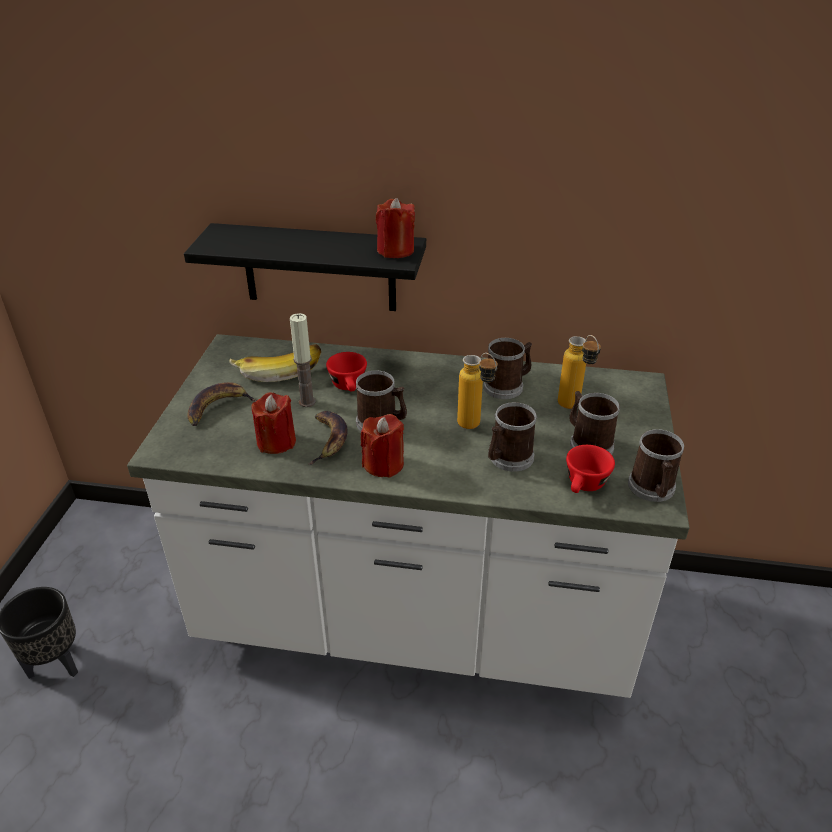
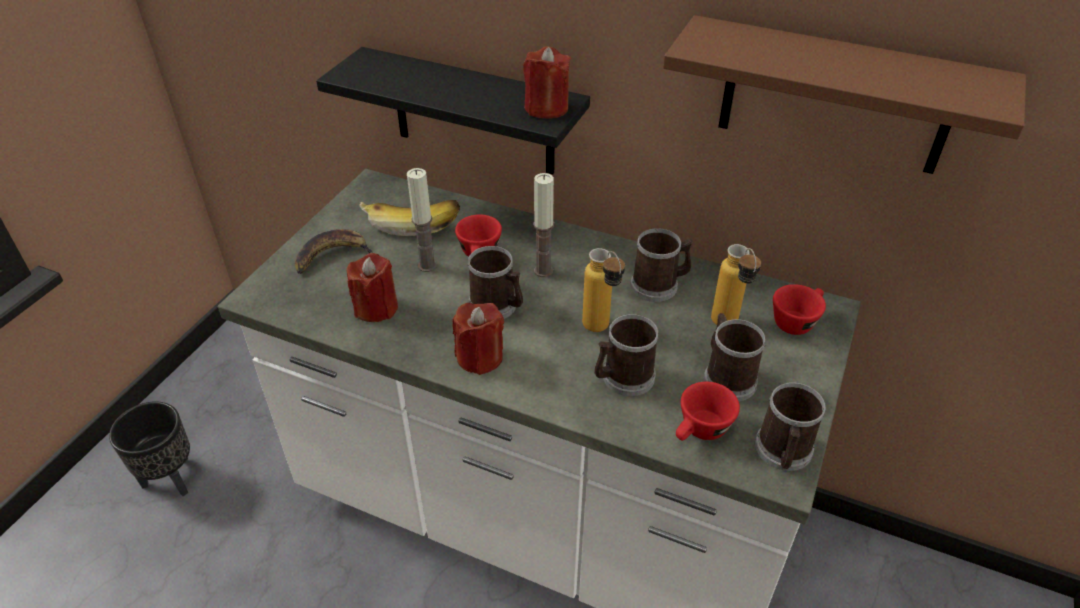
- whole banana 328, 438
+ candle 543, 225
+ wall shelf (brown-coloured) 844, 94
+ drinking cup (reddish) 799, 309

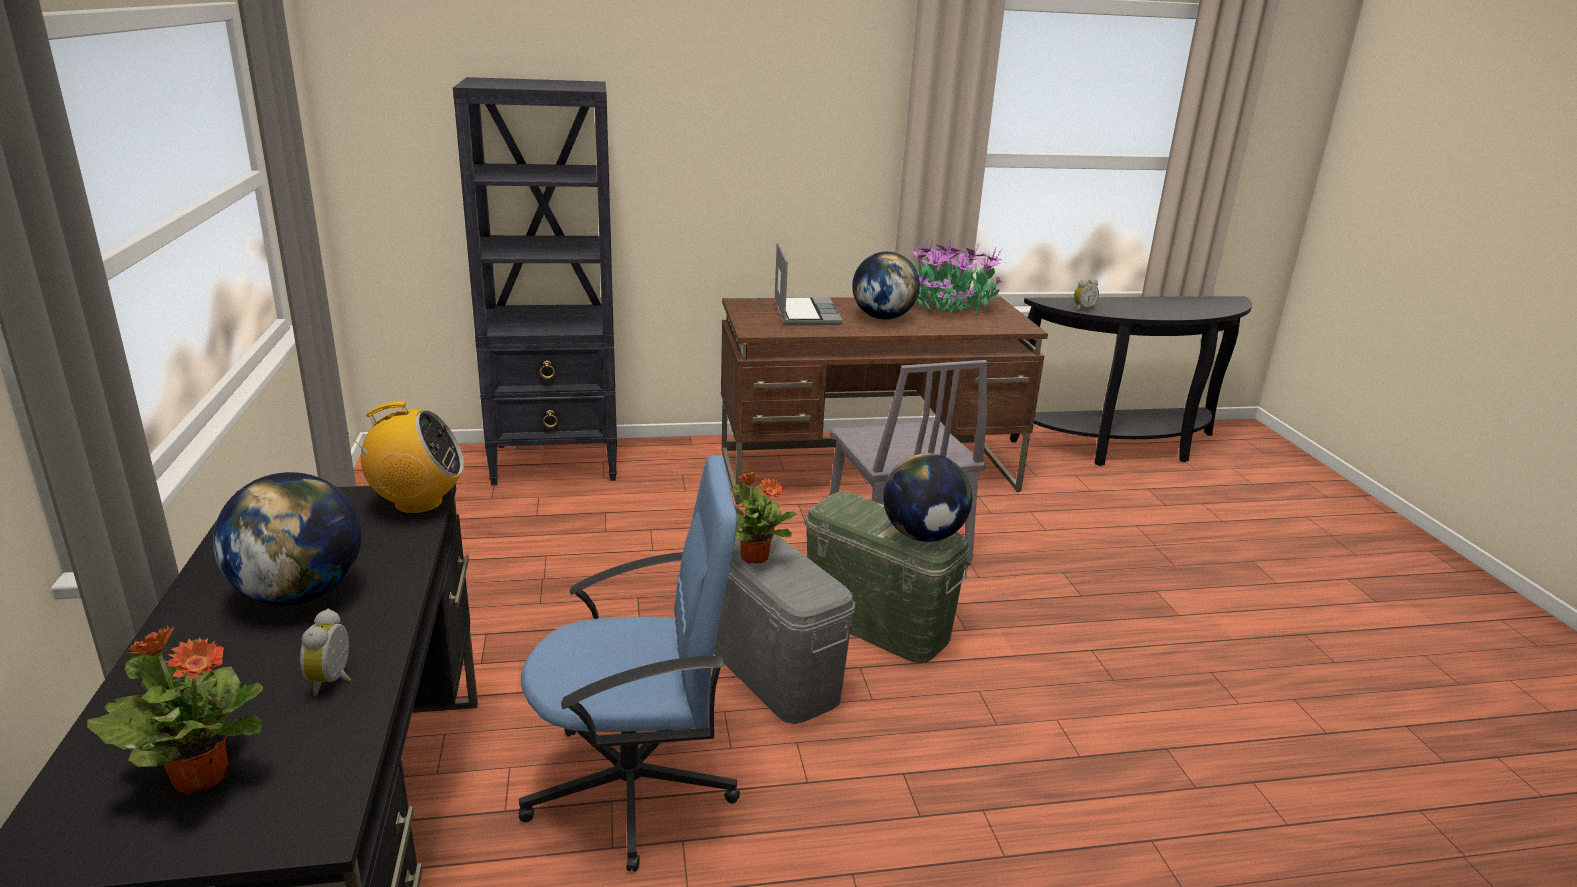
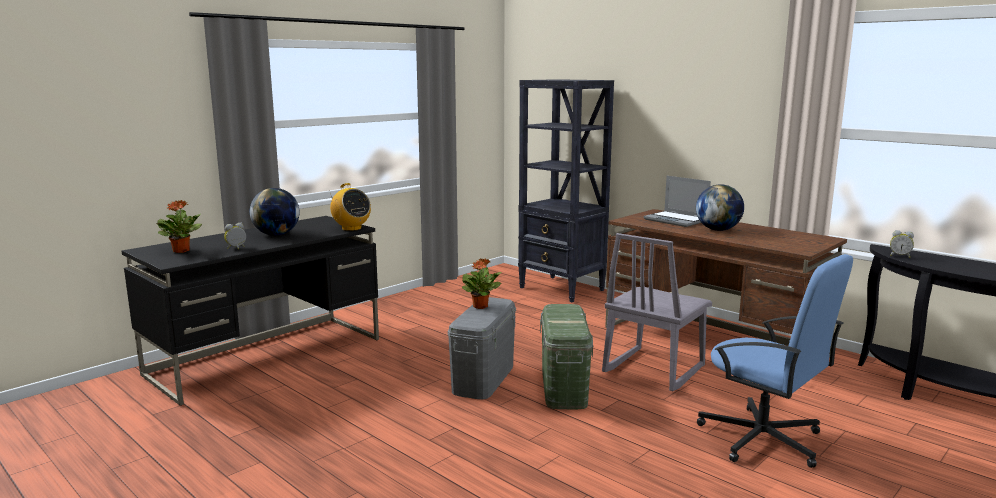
- world globe 927, 497
- potted plant 958, 277
~ computer chair (blue-coloured) 629, 663 to 775, 361
~ portable computer 808, 284 = 677, 201 90 degrees clockwise

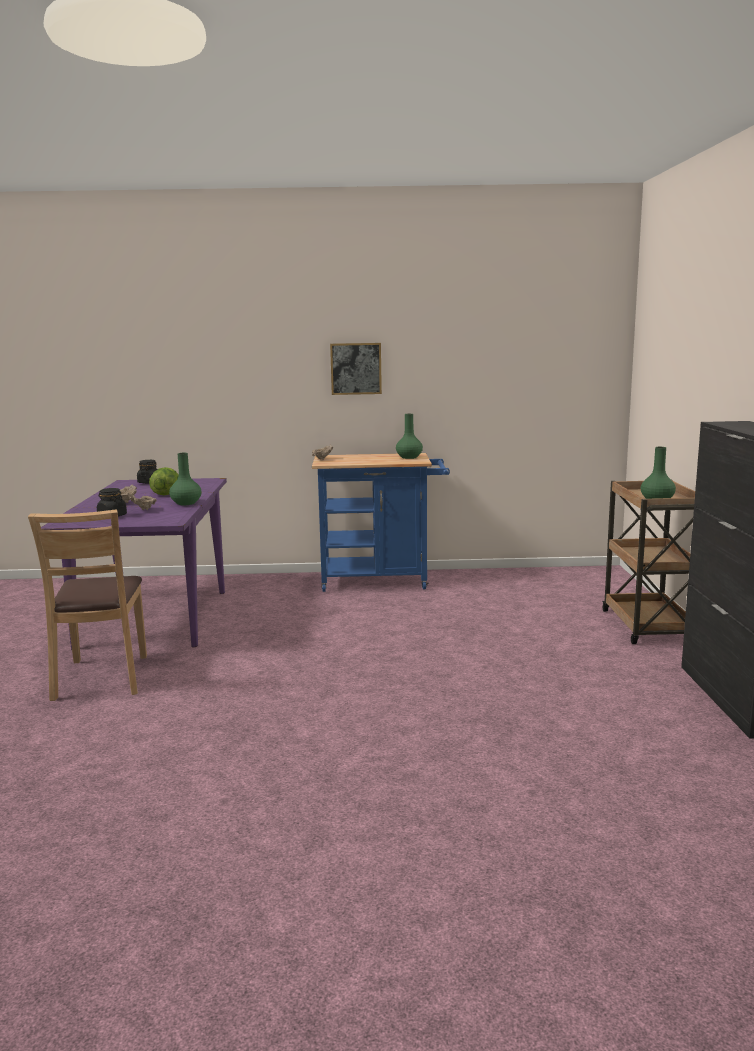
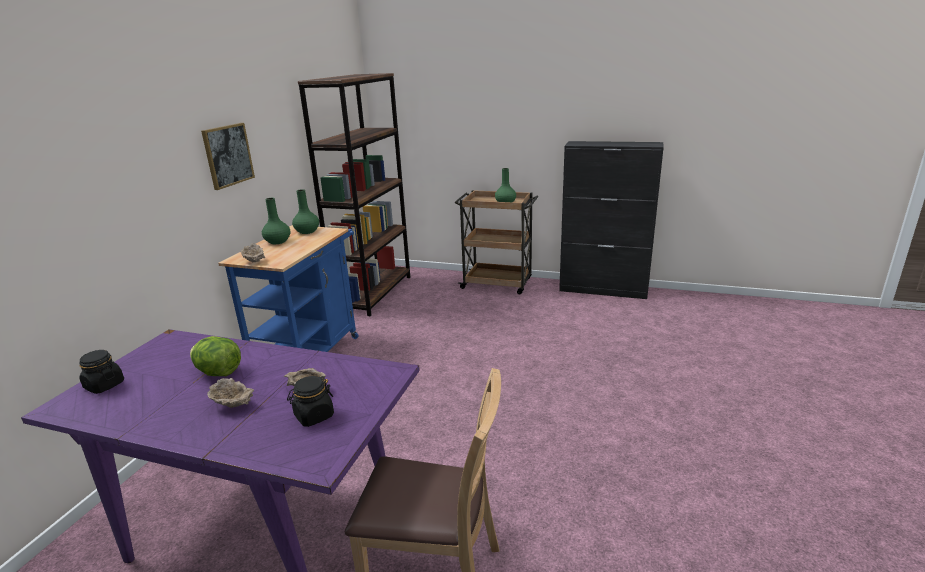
+ shelving unit (brown-coloured) 354, 194
~ vase (green-coloured) 185, 479 to 276, 221

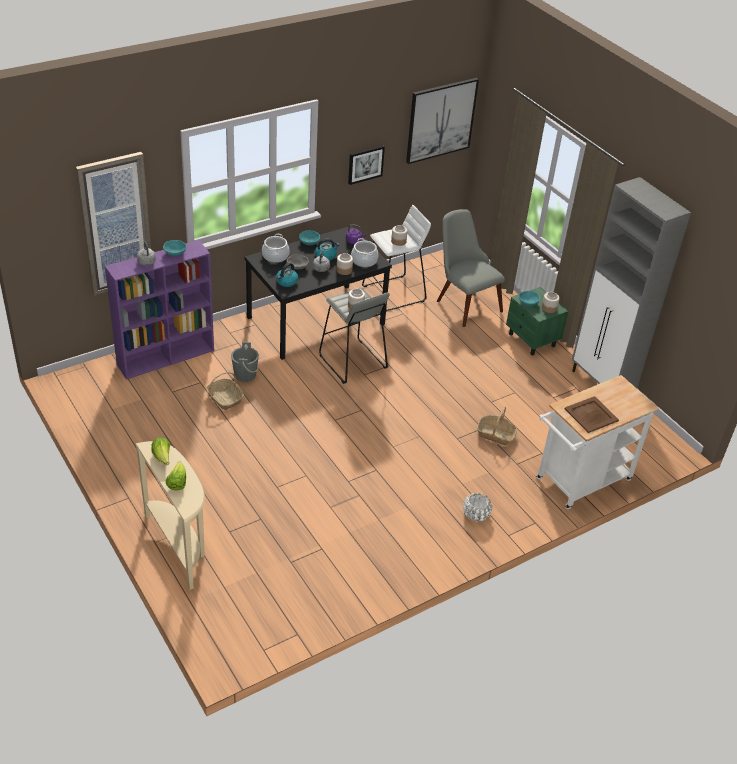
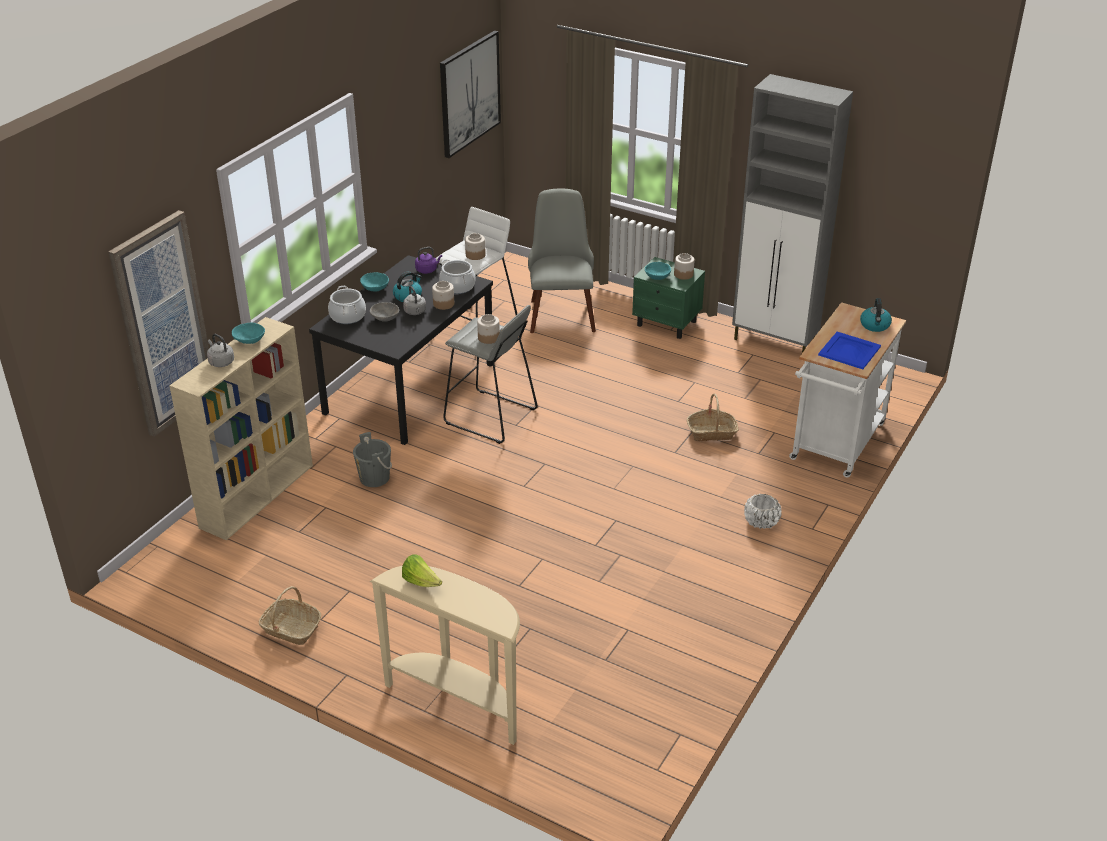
- head of lettuce 176, 475
- wall picture 366, 165
~ household basket 225, 391 to 290, 615
~ kettle 287, 275 to 876, 315
~ shelving unit (purplish) 159, 310 to shelving unit (beige) 241, 428
~ carrying tray (brown-coloured) 591, 414 to carrying tray (blue-coloured) 849, 350
~ chair (greyish) 471, 268 = 562, 260 60 degrees clockwise

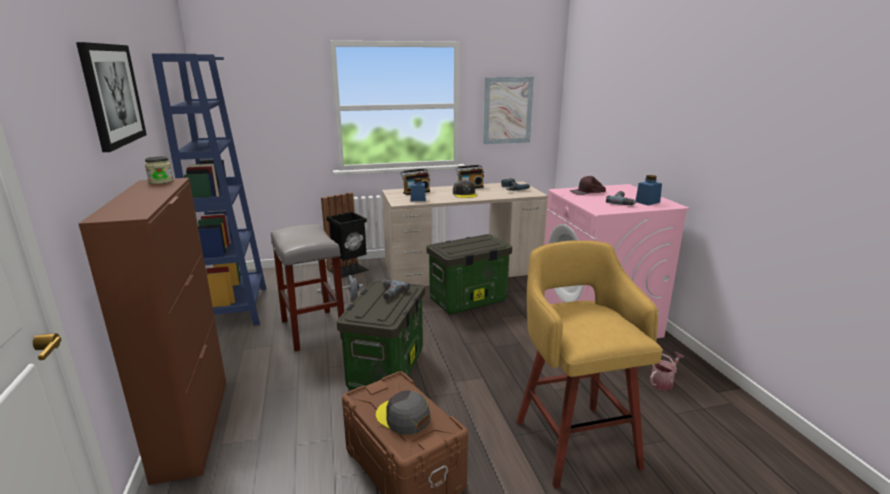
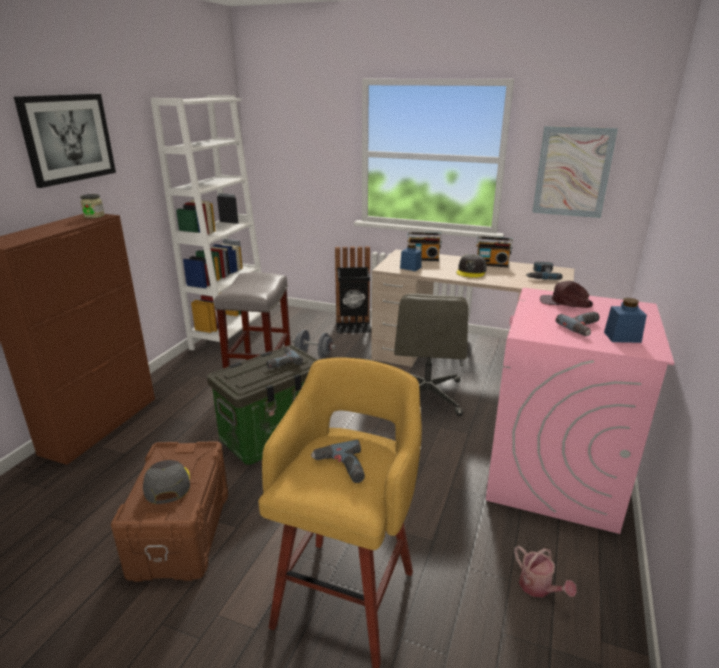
+ drill 338, 461
~ storage bin 469, 274 to computer chair (greyish) 431, 355
~ shelving unit (blue-coloured) 209, 190 to shelving unit (whitish) 206, 222
~ watering can 666, 371 = 545, 571 60 degrees clockwise

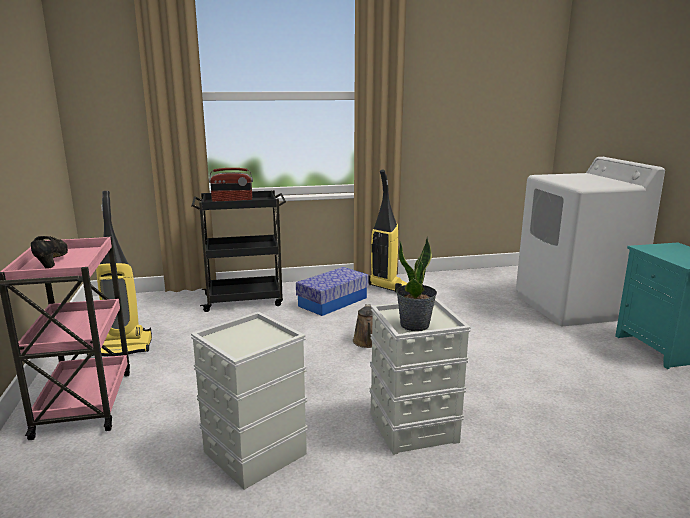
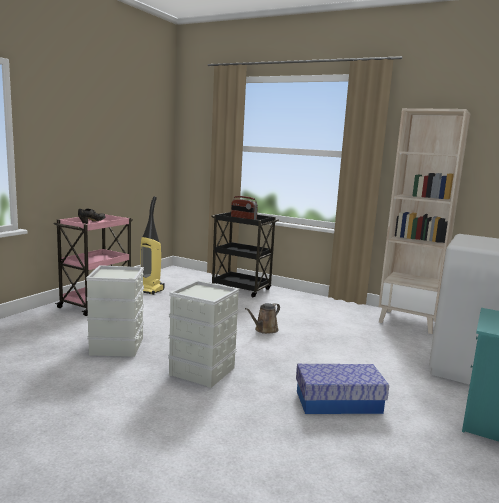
- vacuum 387, 231
- potted plant 416, 283
+ shelving unit (beige) 424, 221
~ storage bin 332, 291 to 342, 389

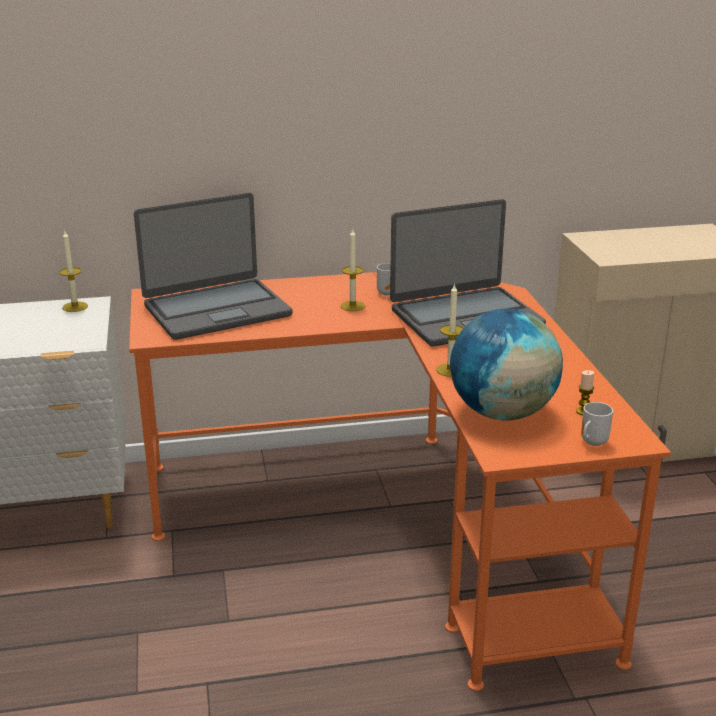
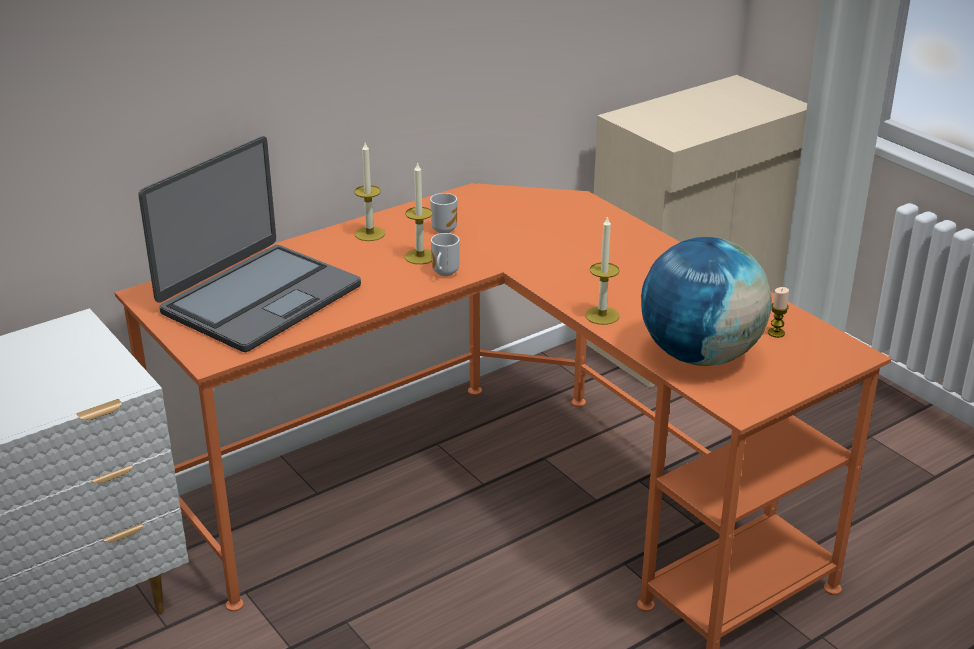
- portable computer 468, 272
~ candle 73, 271 to 369, 192
~ coffee mug 597, 424 to 445, 254

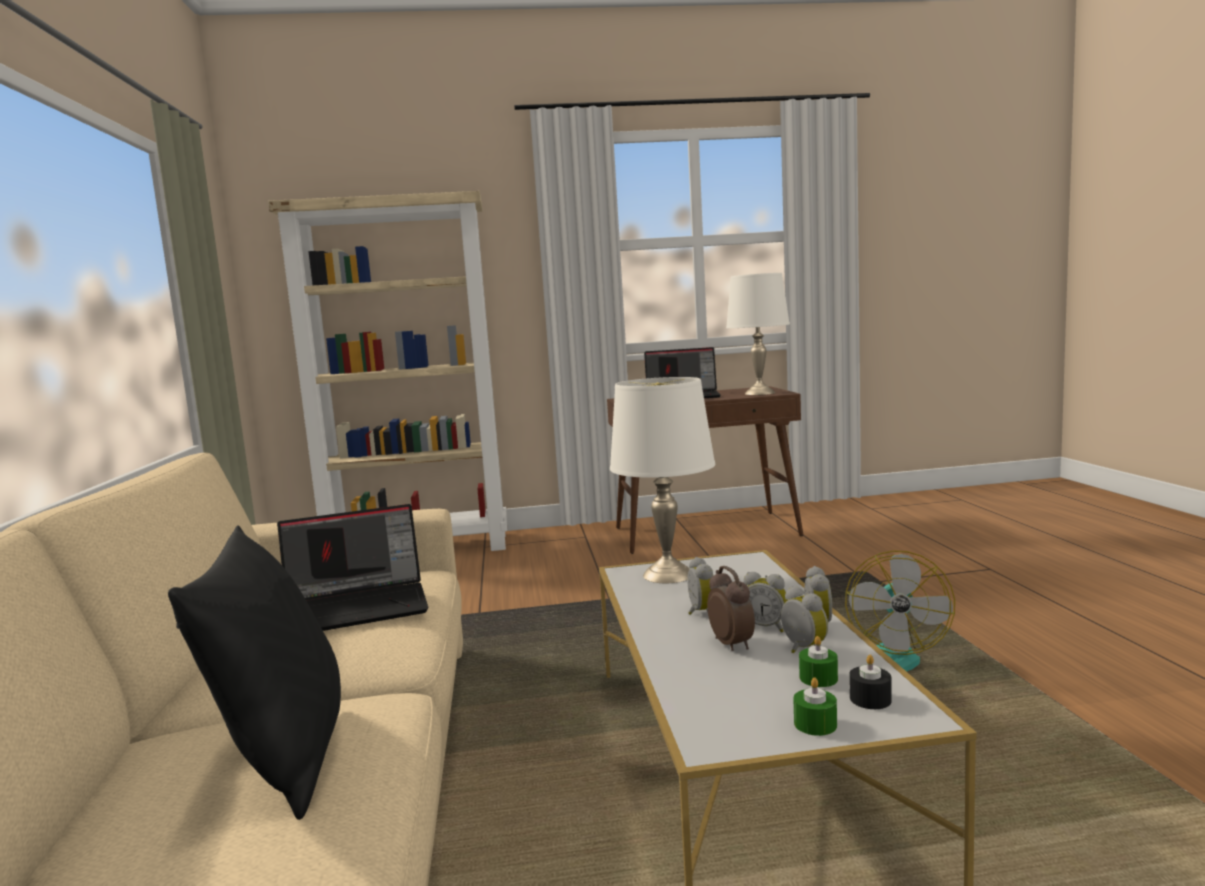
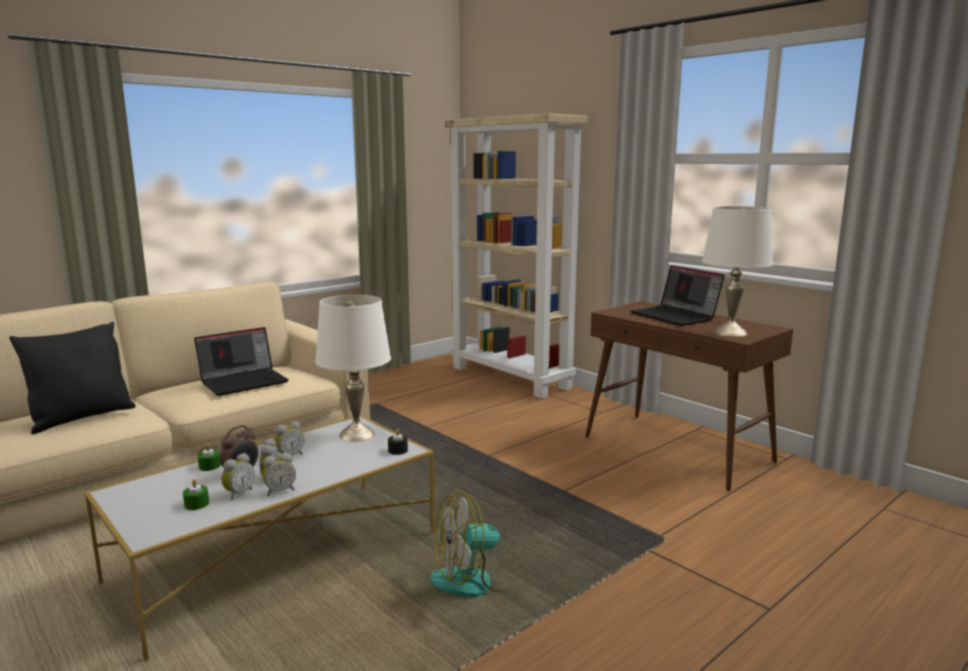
~ candle (green-coloured) 815, 706 to 209, 457
~ candle (black-coloured) 870, 682 to 398, 442
~ portable computer 352, 567 = 241, 361 75 degrees counterclockwise

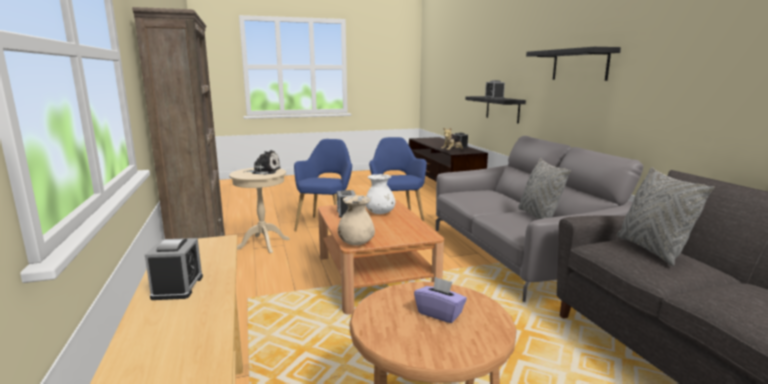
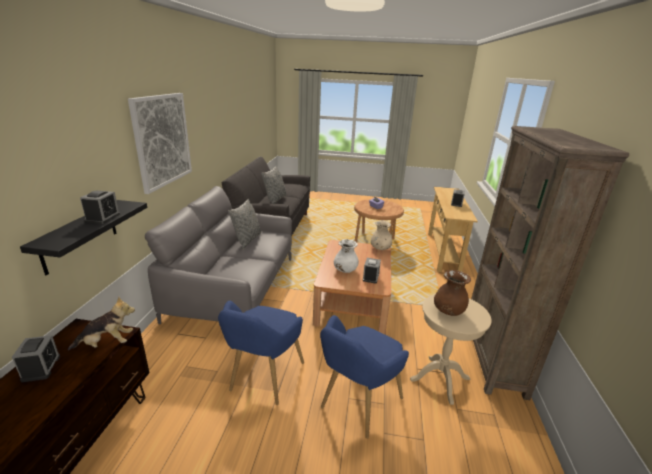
~ plush toy 262, 162 to vase (brown-coloured) 452, 293
~ wall shelf (black-coloured) 573, 64 to wall picture 160, 143

